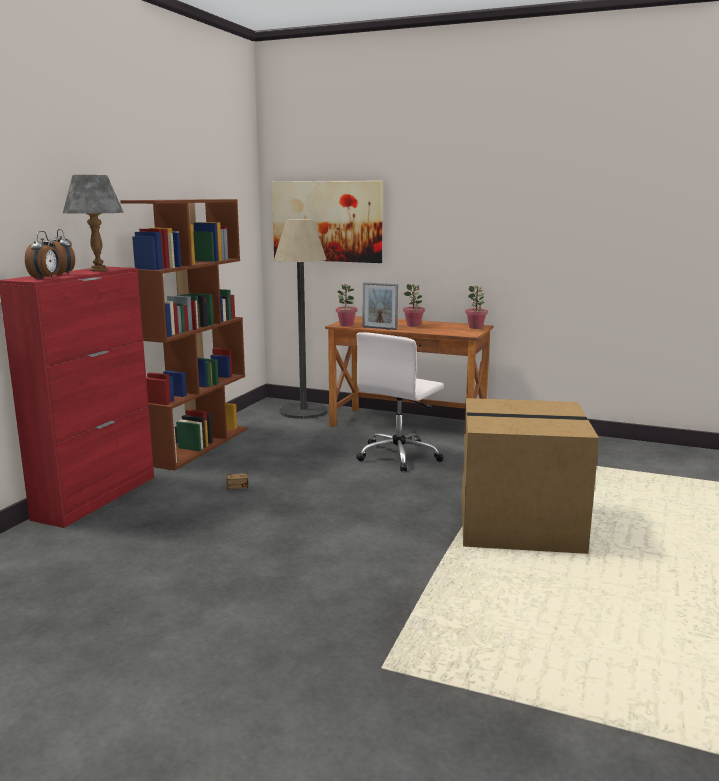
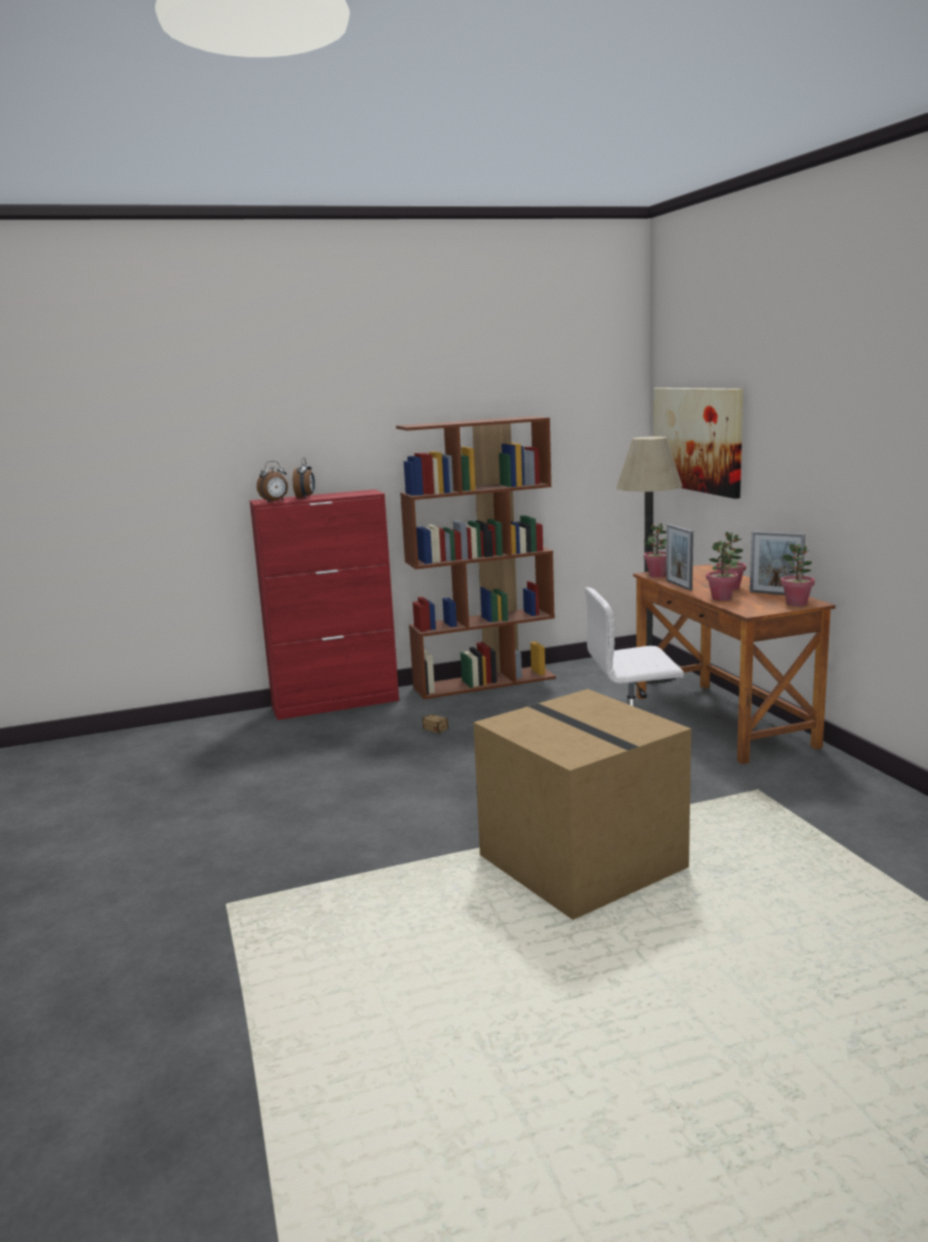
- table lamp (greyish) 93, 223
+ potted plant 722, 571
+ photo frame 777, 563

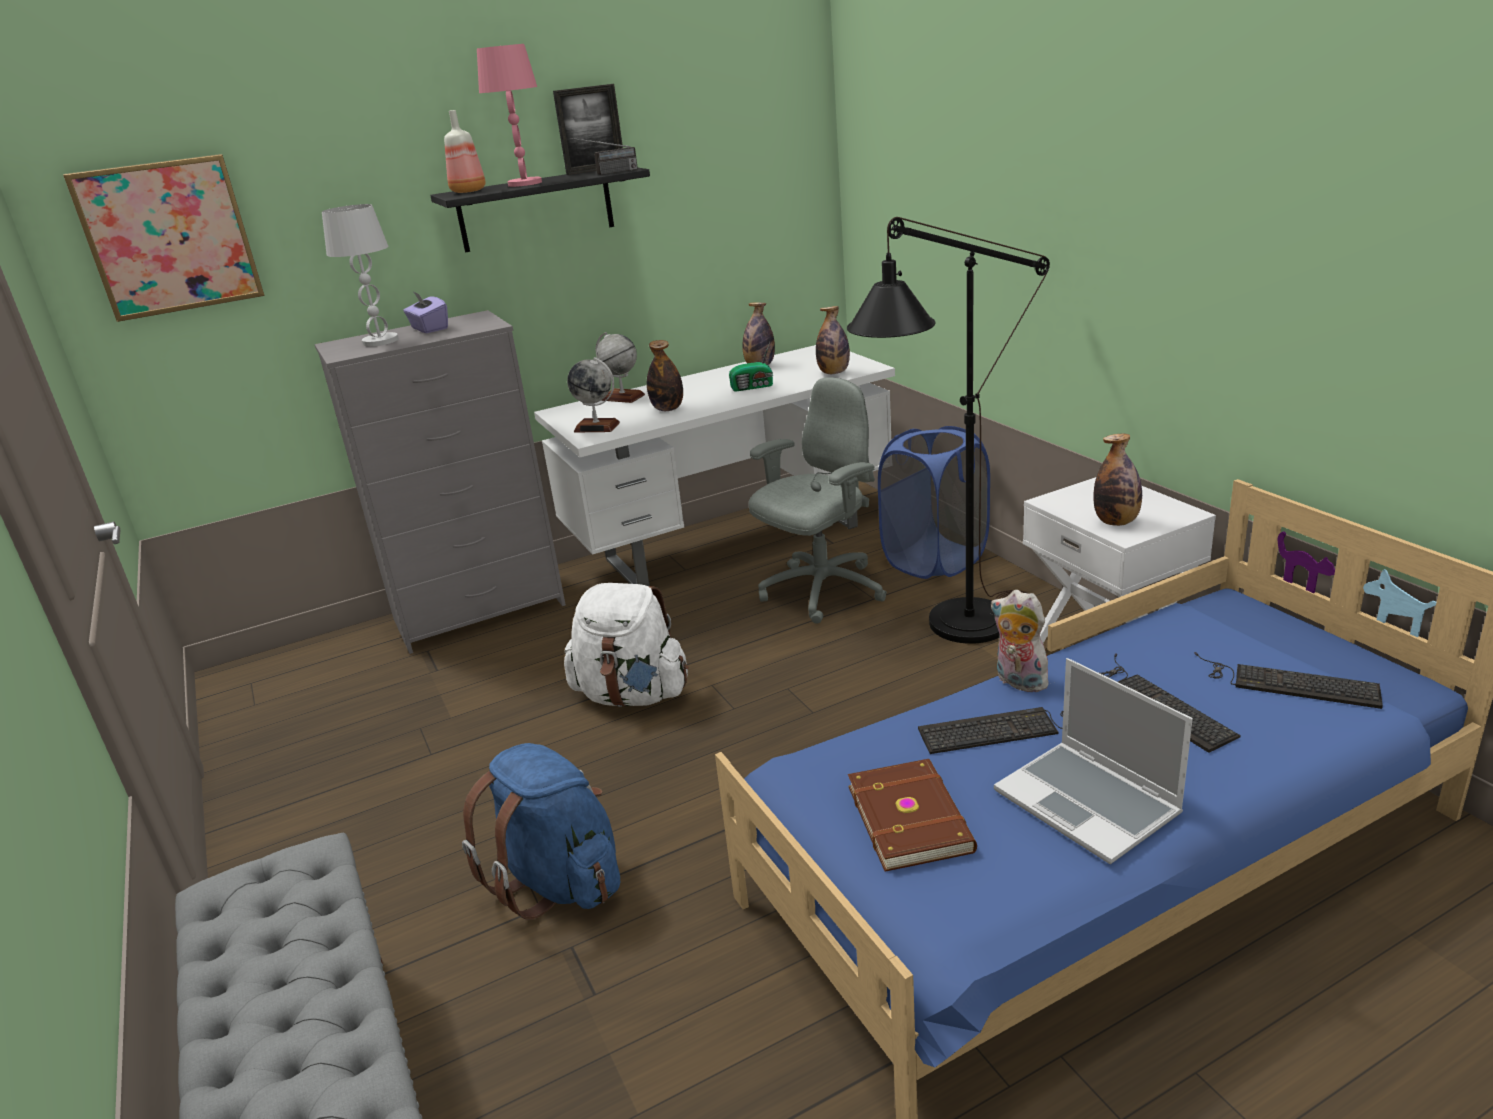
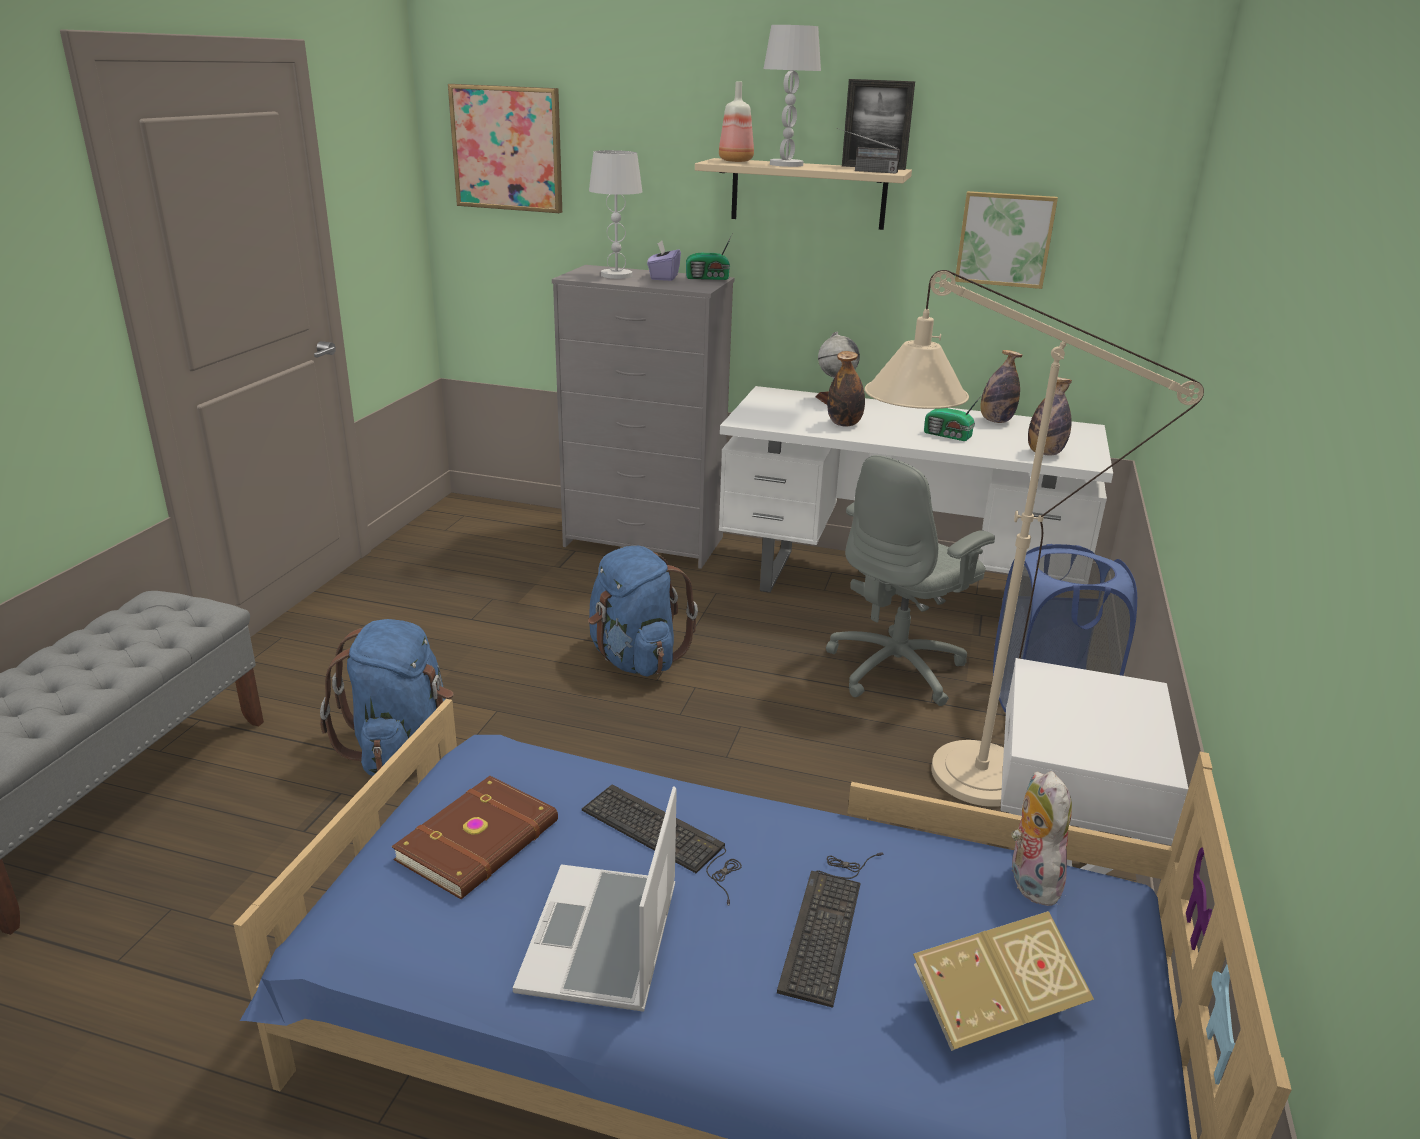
- world globe 593, 395
- bottle 1117, 480
+ radio receiver 709, 256
+ wall picture 1006, 240
~ plush toy 1022, 641 to 1041, 838
~ computer keyboard 1288, 680 to bound book 1003, 981
~ wall shelf (black-coloured) 540, 210 to wall shelf (beige) 803, 194
~ table lamp (pink) 509, 115 to table lamp (whitish) 792, 96
~ backpack (whitish) 626, 645 to backpack (blue-coloured) 643, 611
~ standard lamp (black-coloured) 948, 430 to standard lamp (beige) 1034, 538
~ computer chair (greyish) 817, 500 = 910, 580 135 degrees clockwise

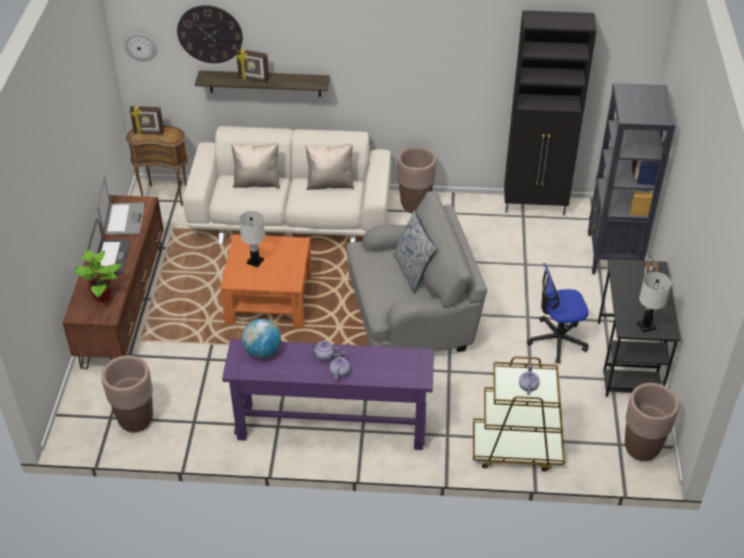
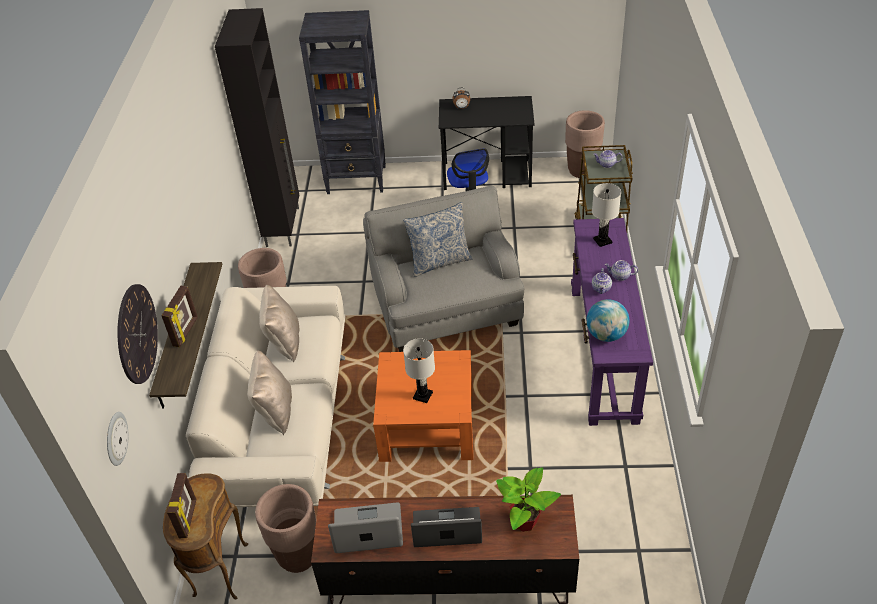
~ planter (brown-coloured) 127, 394 to 286, 528
~ table lamp (whitish) 654, 302 to 606, 215

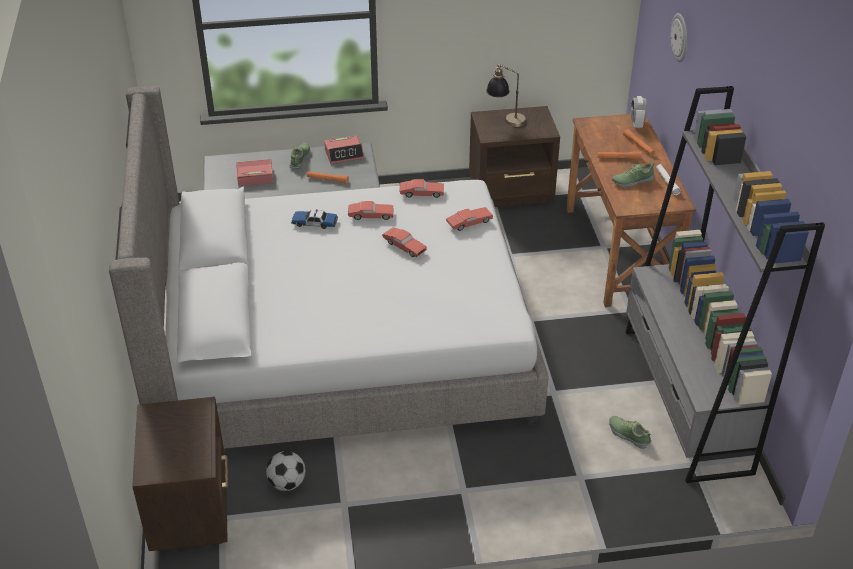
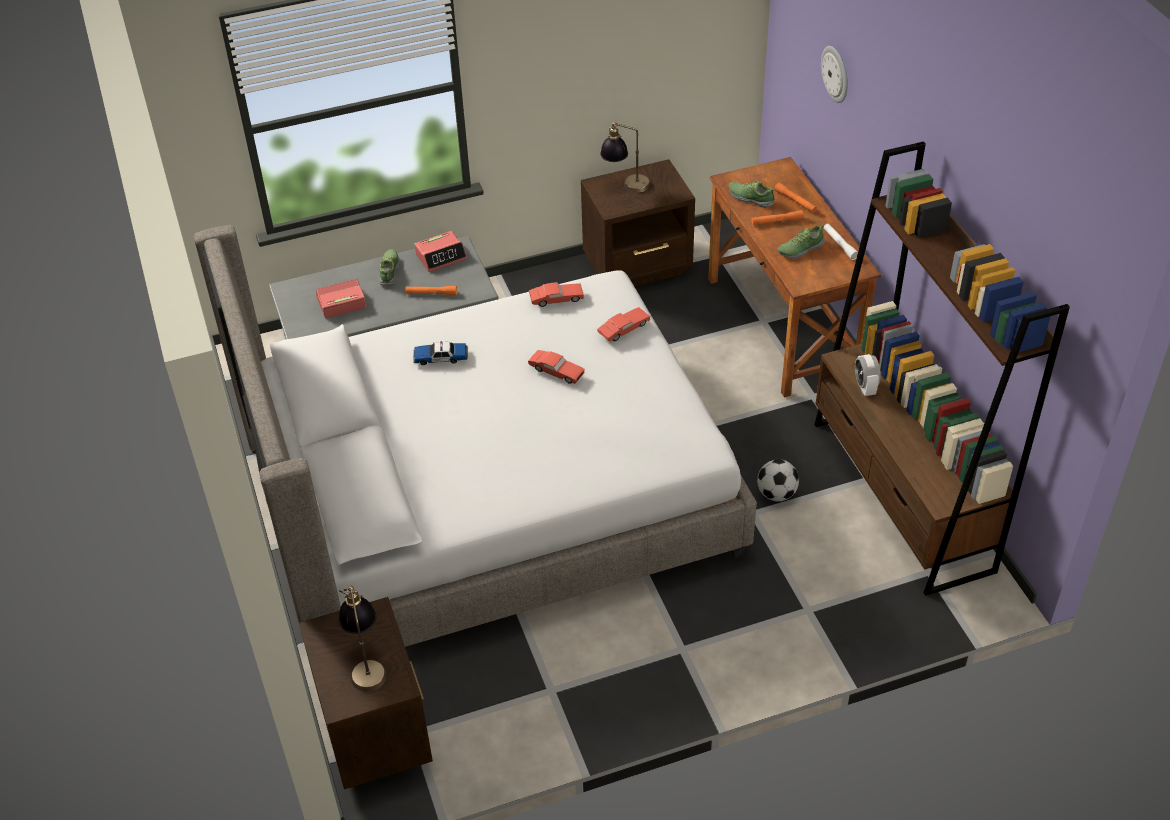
- toy car (reddish) 370, 210
+ table lamp 363, 639
~ football 285, 471 to 778, 480
~ low shoe 630, 432 to 752, 194
~ table clock 639, 112 to 867, 375
~ shelving unit (greyish) 725, 284 to shelving unit (brown-coloured) 942, 368

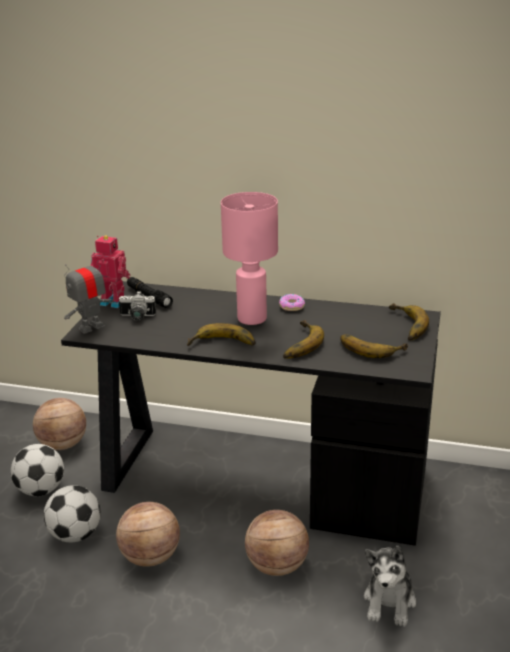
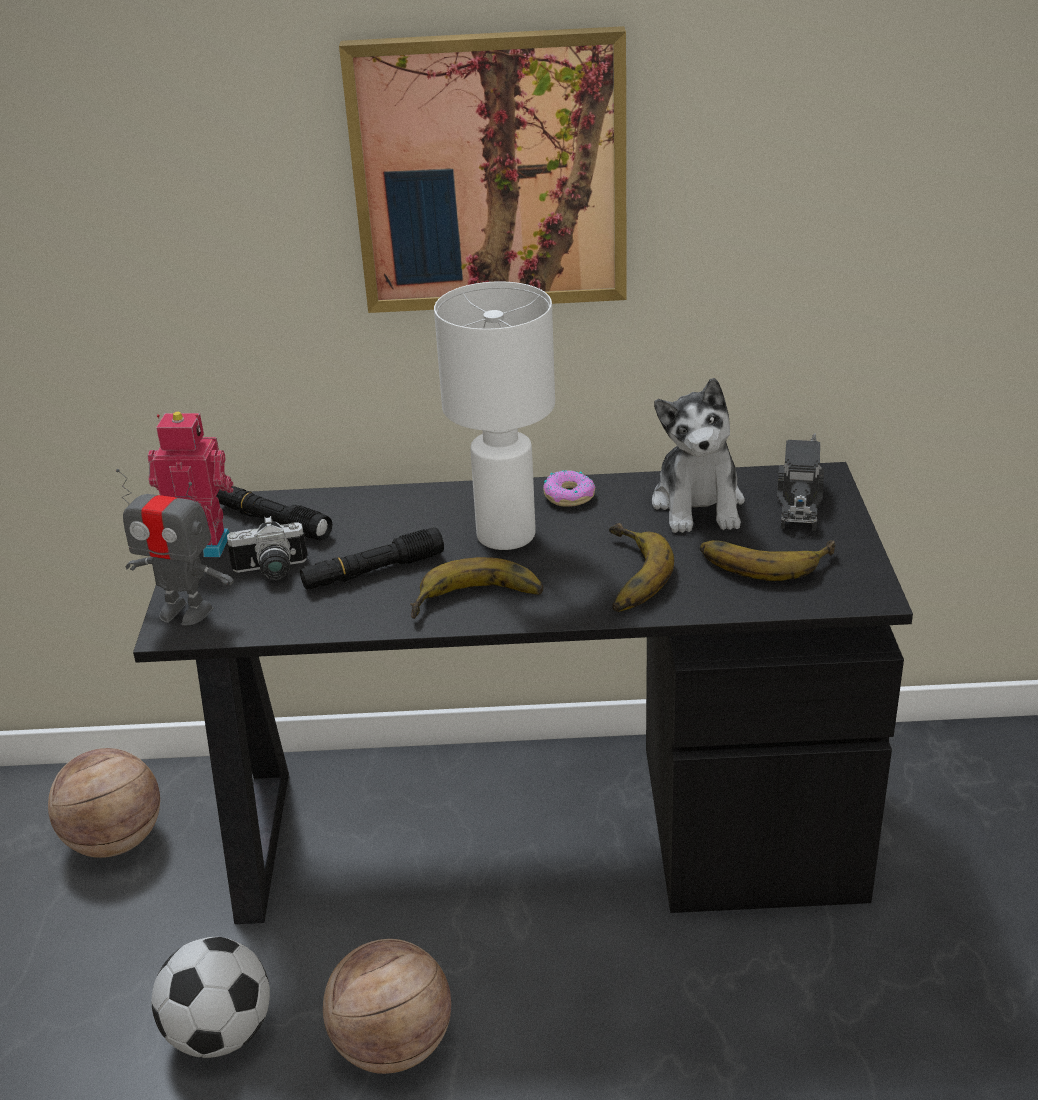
- football 37, 470
- ball for basketball 277, 543
+ torch (black-coloured) 372, 559
+ wall picture 482, 169
~ plush toy 390, 586 to 698, 455
~ whole banana 409, 321 to toy truck 800, 482
~ table lamp (pink) 249, 258 to table lamp (whitish) 494, 416
~ model robot 89, 293 = 175, 547 105 degrees counterclockwise

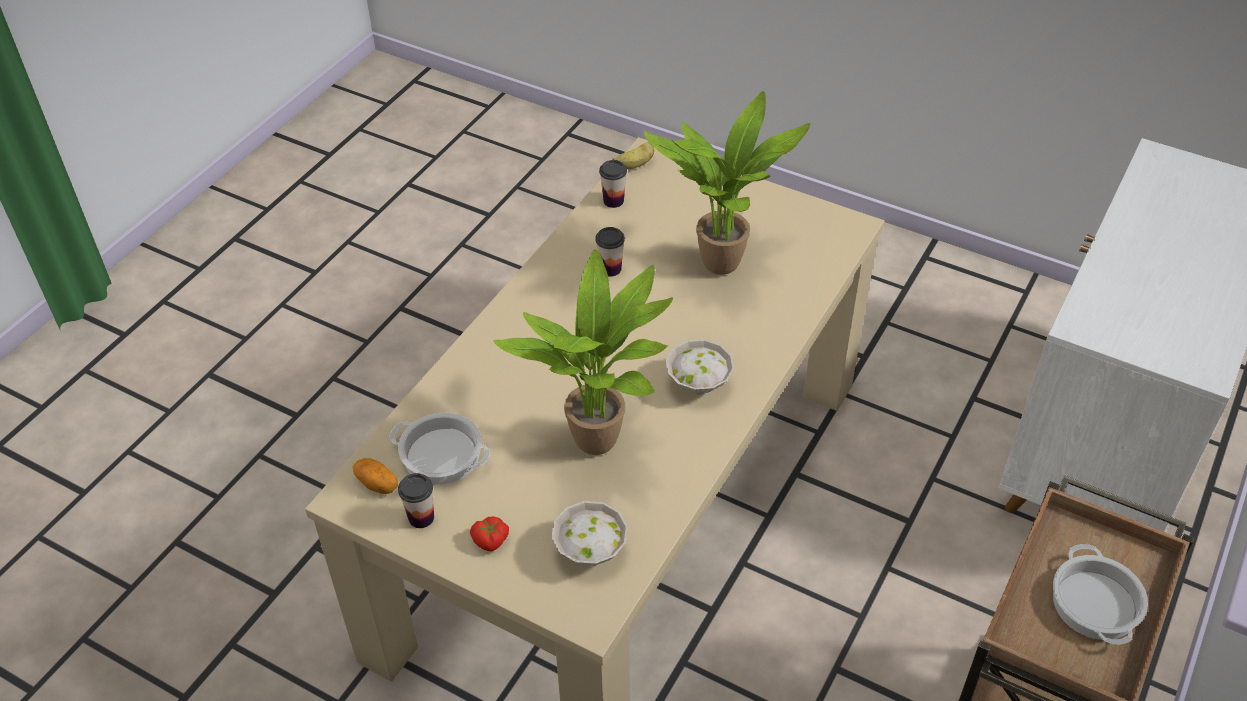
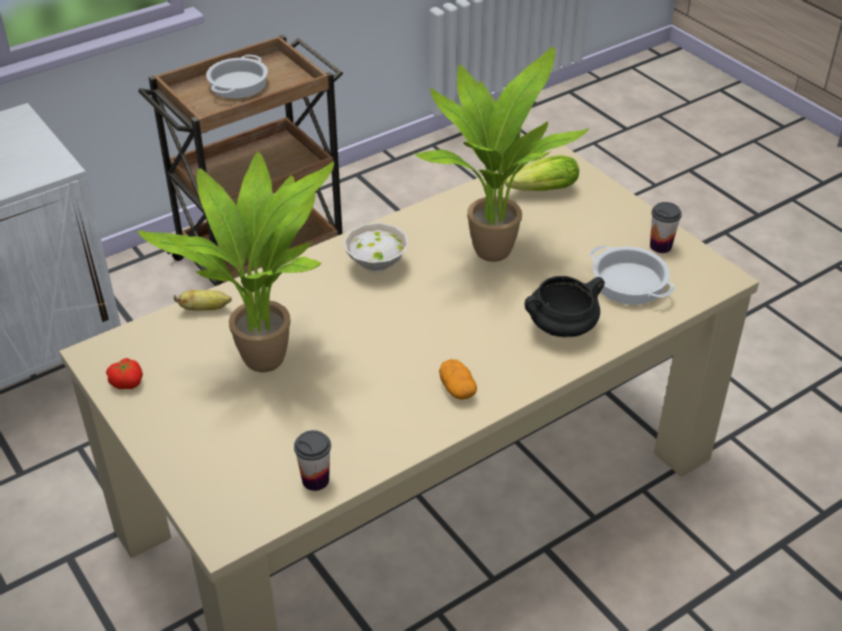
- drinking cup 610, 252
+ saucepot (black-coloured) 565, 306
~ whole potato 375, 476 to 458, 379
~ whole tomato 489, 534 to 124, 373
~ whole banana 633, 155 to 203, 300
~ serving bowl (whitish) 589, 533 to head of lettuce 542, 173

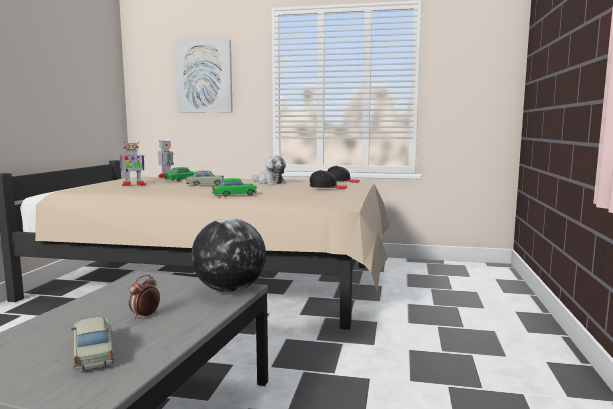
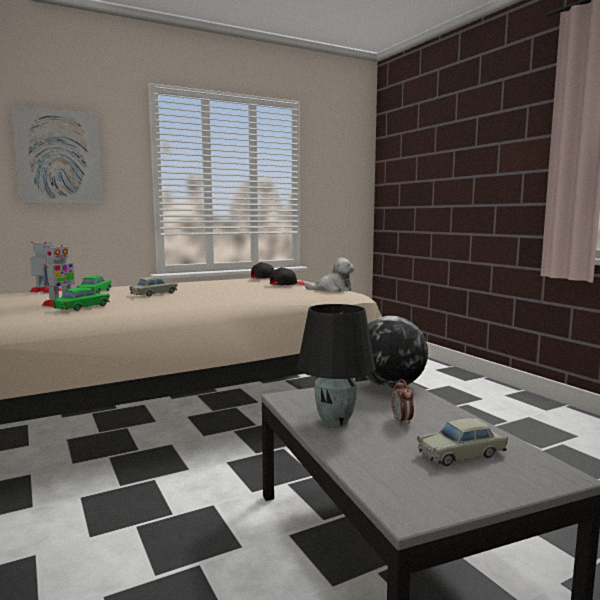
+ table lamp (black-coloured) 336, 365
~ toy car (green-coloured) 234, 187 to 81, 299
~ plush toy 269, 170 to 330, 275
~ toy car (beige) 93, 343 = 462, 442 45 degrees counterclockwise

